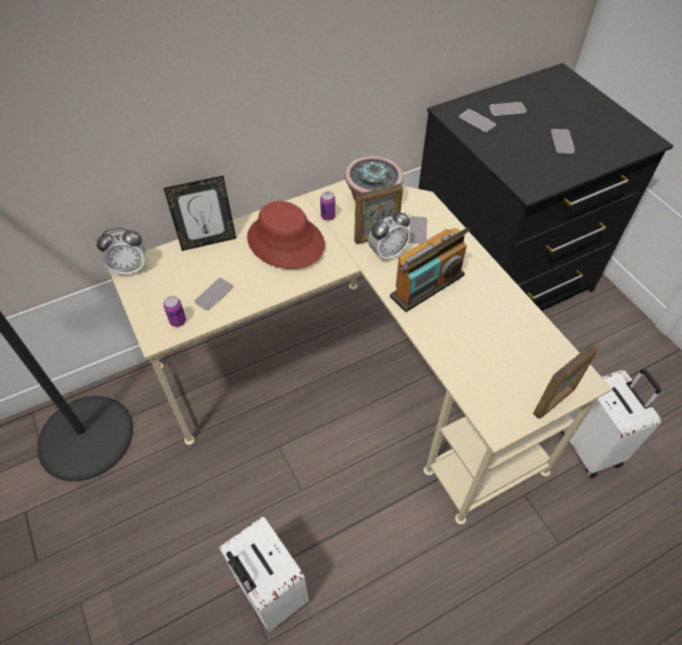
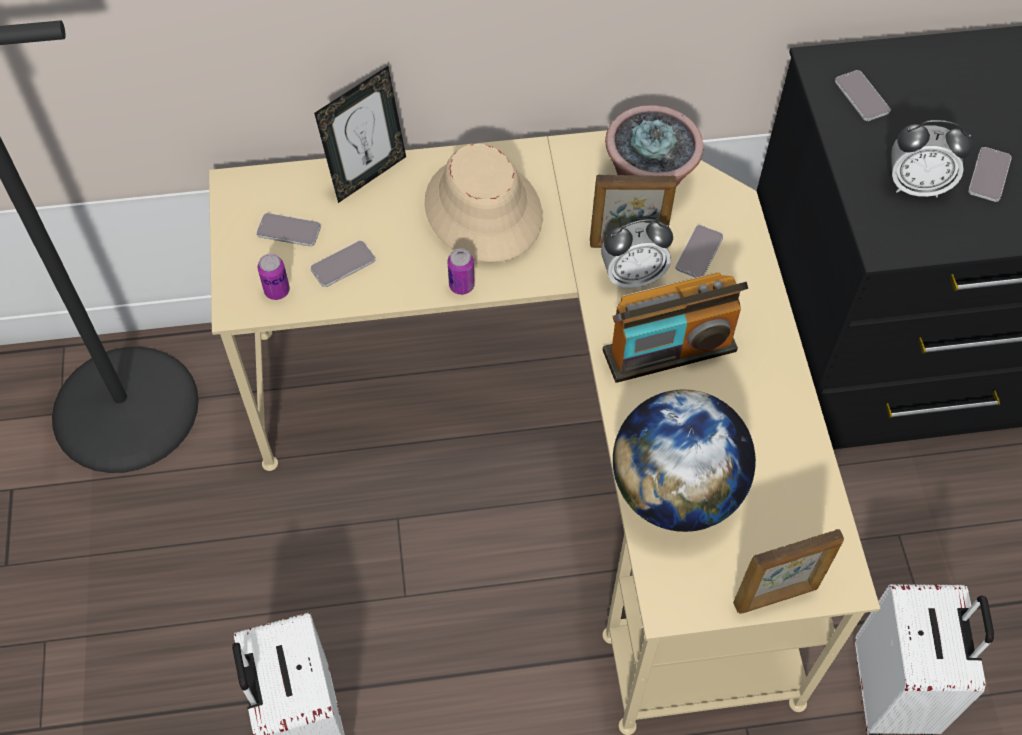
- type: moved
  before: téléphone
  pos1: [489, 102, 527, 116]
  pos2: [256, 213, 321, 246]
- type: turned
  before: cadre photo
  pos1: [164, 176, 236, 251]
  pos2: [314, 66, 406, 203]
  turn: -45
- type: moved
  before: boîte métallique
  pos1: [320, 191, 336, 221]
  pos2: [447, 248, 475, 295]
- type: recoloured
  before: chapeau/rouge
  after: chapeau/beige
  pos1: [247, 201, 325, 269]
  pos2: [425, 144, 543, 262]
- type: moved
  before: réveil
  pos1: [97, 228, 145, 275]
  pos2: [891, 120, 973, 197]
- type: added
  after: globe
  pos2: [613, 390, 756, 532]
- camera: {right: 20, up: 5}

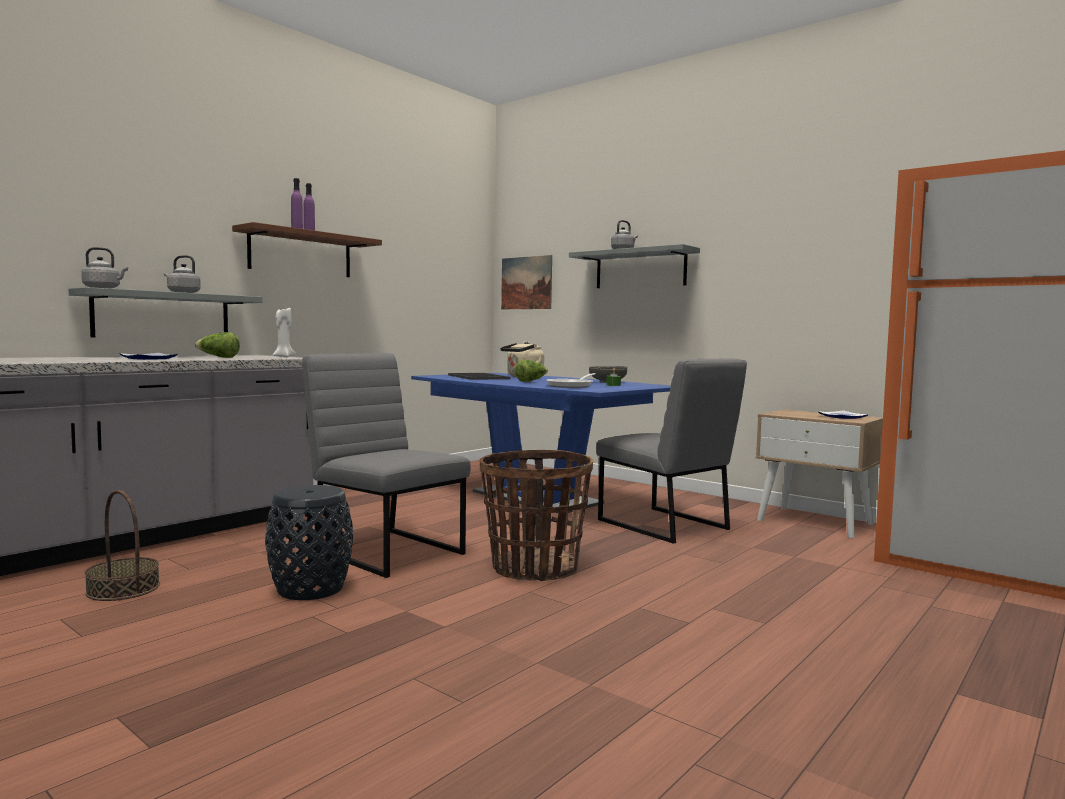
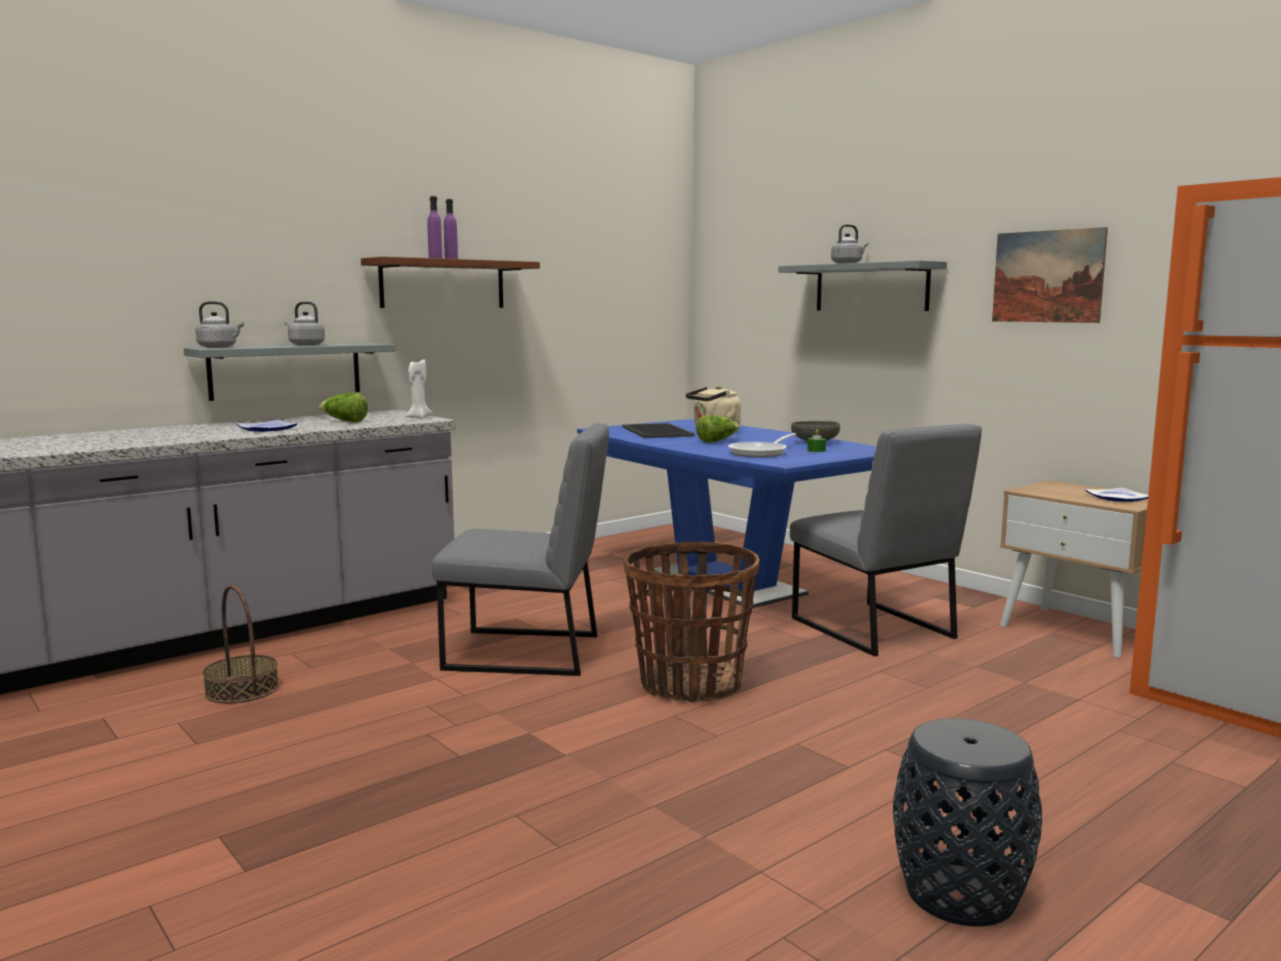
- type: moved
  before: tableau
  pos1: [501, 255, 552, 309]
  pos2: [992, 227, 1108, 323]
- type: turned
  before: chaise/gris
  pos1: [302, 353, 471, 578]
  pos2: [432, 423, 609, 676]
  turn: 135
- type: moved
  before: tabouret/noir
  pos1: [265, 485, 353, 600]
  pos2: [893, 718, 1042, 926]
- camera: {right: 10, up: 5}

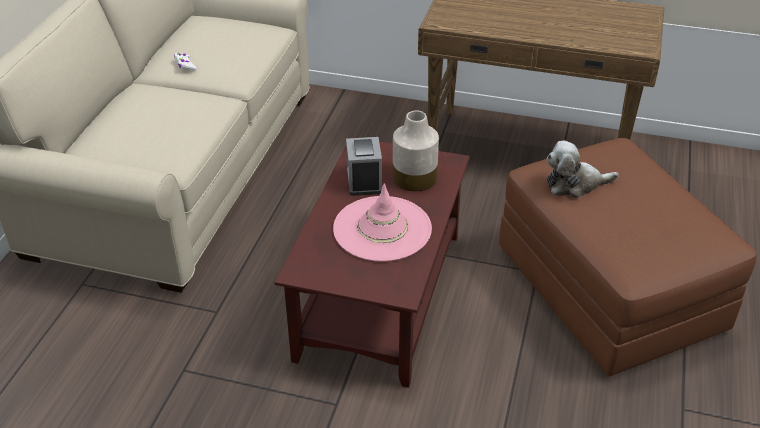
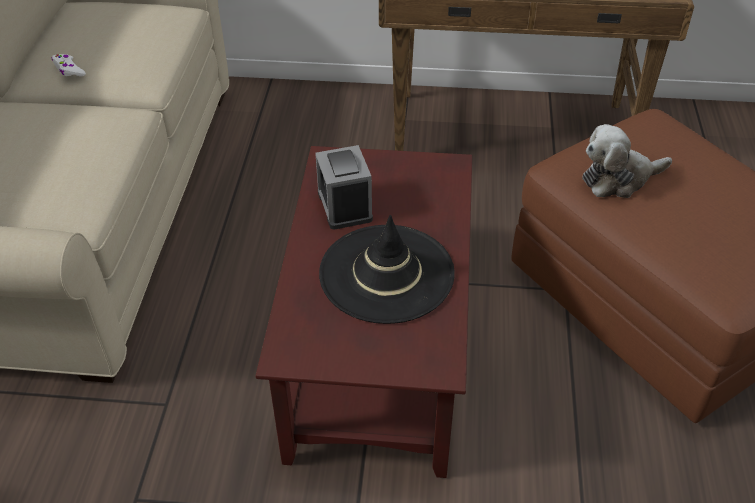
- type: removed
  before: vase/beige
  pos1: [393, 111, 439, 191]
- type: recoloured
  before: chapeau/rose
  after: chapeau/noir
  pos1: [333, 183, 432, 262]
  pos2: [319, 215, 455, 324]
- camera: {right: -10, up: 5}

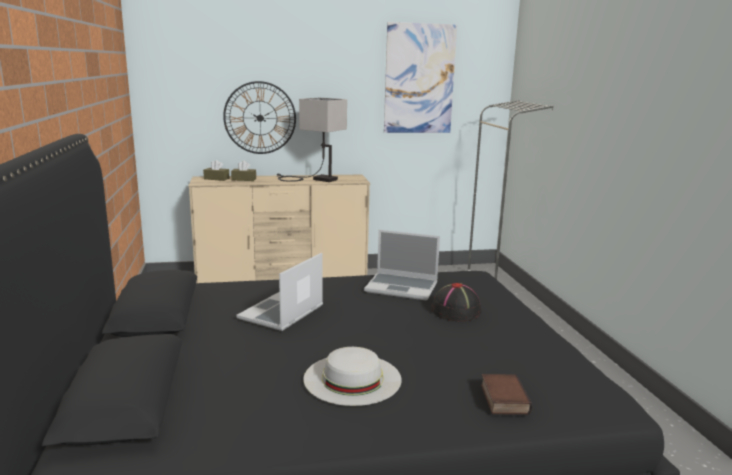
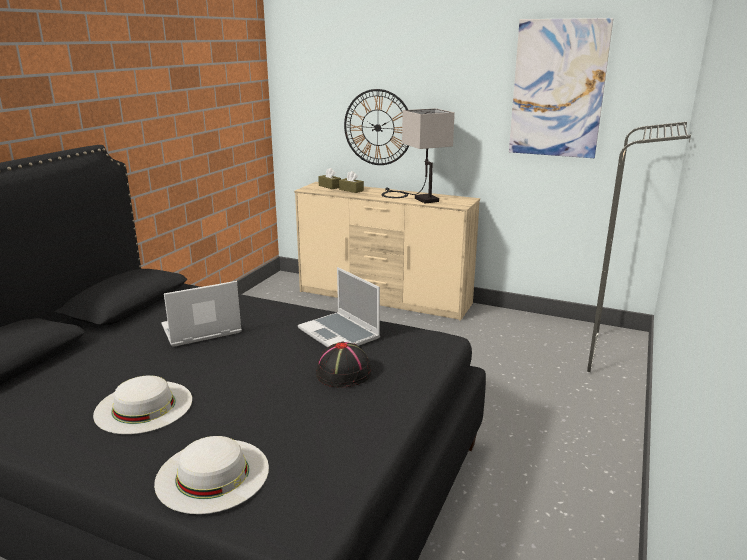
- type: replaced
  before: livre
  after: chapeau/blanc
  pos1: [481, 374, 533, 415]
  pos2: [154, 436, 269, 514]
- camera: {right: 35, up: 5}

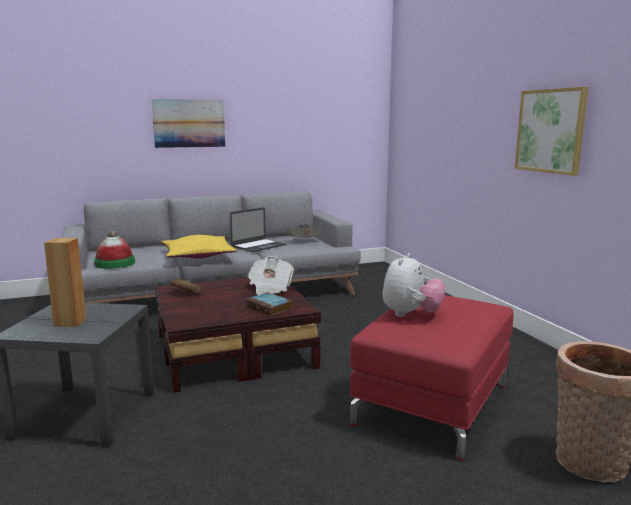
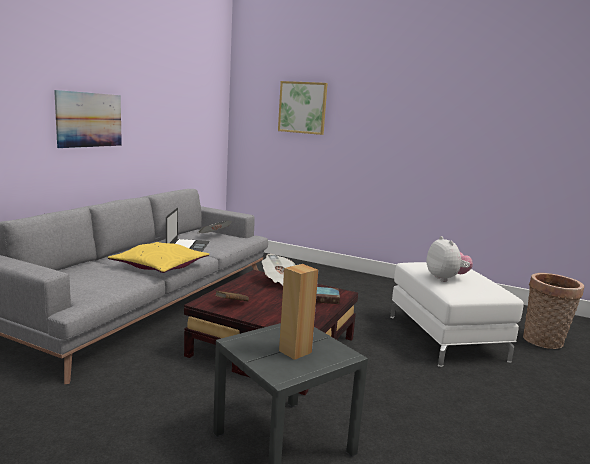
- type: moved
  before: tableau
  pos1: [515, 87, 588, 176]
  pos2: [278, 81, 328, 135]
- type: removed
  before: chapeau
  pos1: [94, 230, 135, 269]
- type: recoloured
  before: pouf/rouge
  after: pouf/blanc
  pos1: [350, 295, 514, 461]
  pos2: [390, 262, 524, 367]
- camera: {right: -45, up: 0}

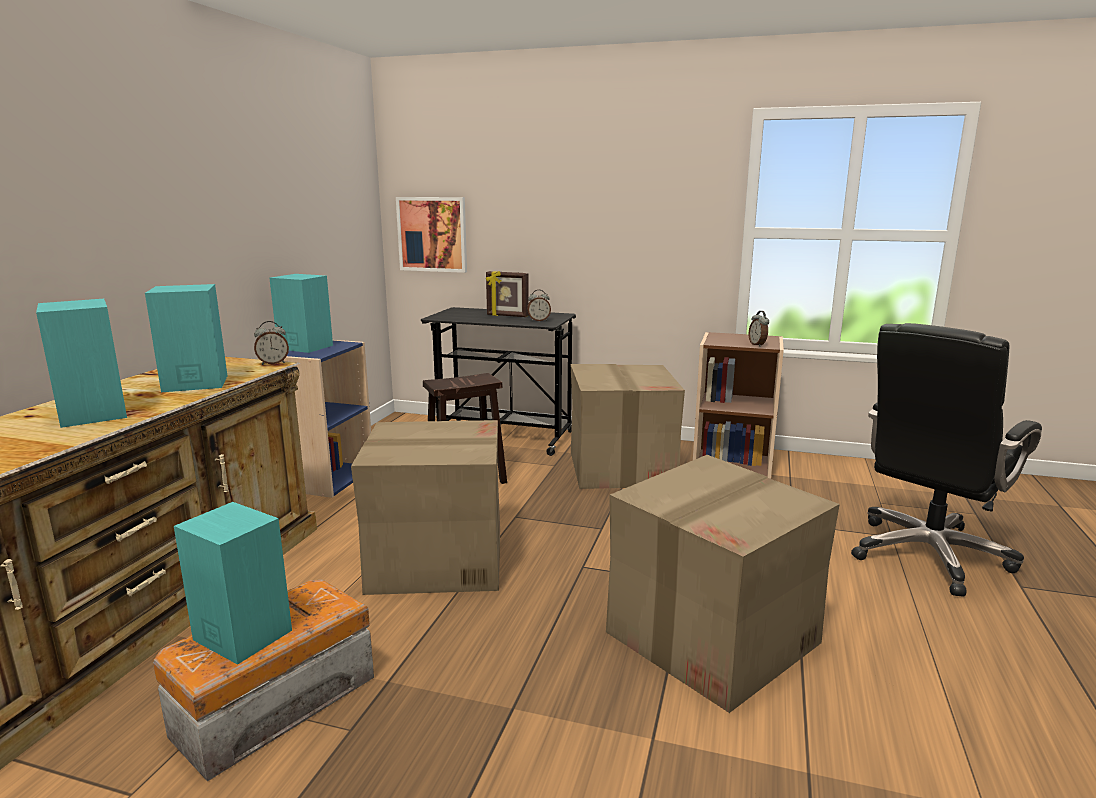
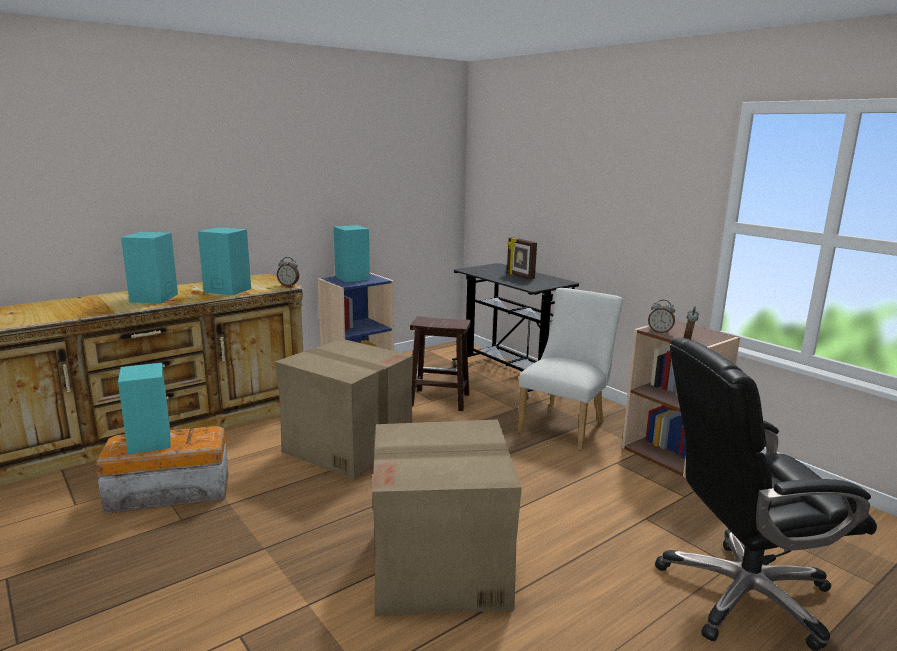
- type: removed
  before: tableau
  pos1: [396, 197, 467, 273]
- type: moved
  before: réveil
  pos1: [527, 290, 551, 321]
  pos2: [648, 300, 675, 334]
- type: replaced
  before: carton
  after: chaise/blanc
  pos1: [570, 364, 685, 489]
  pos2: [518, 288, 623, 451]
- camera: {right: 35, up: 0}

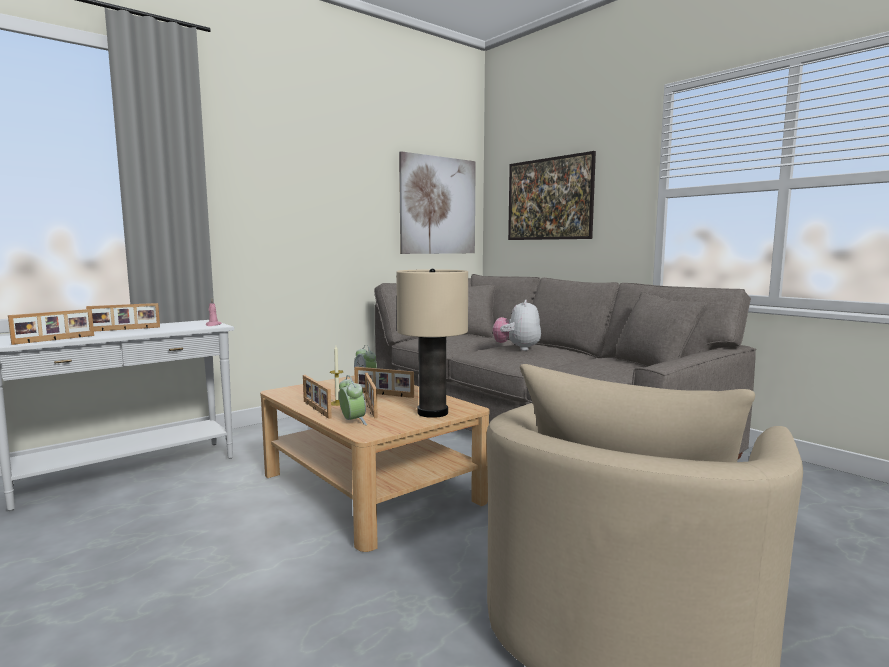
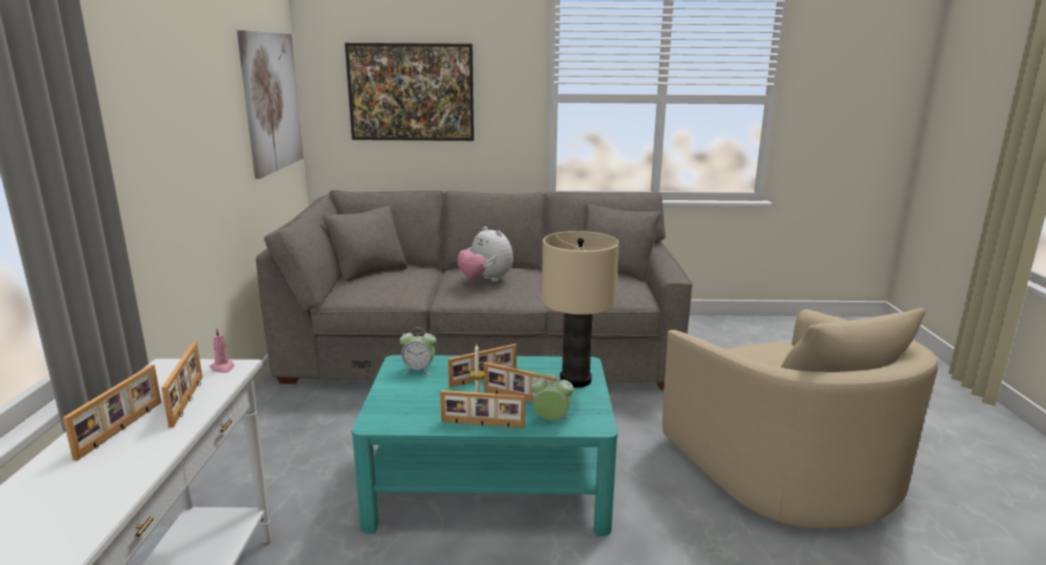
- type: moved
  before: cadre photo
  pos1: [8, 309, 94, 345]
  pos2: [161, 342, 203, 428]
- type: recoloured
  before: table basse/beige
  after: table basse/turquoise
  pos1: [260, 375, 489, 552]
  pos2: [351, 355, 618, 536]
- camera: {right: -50, up: 10}

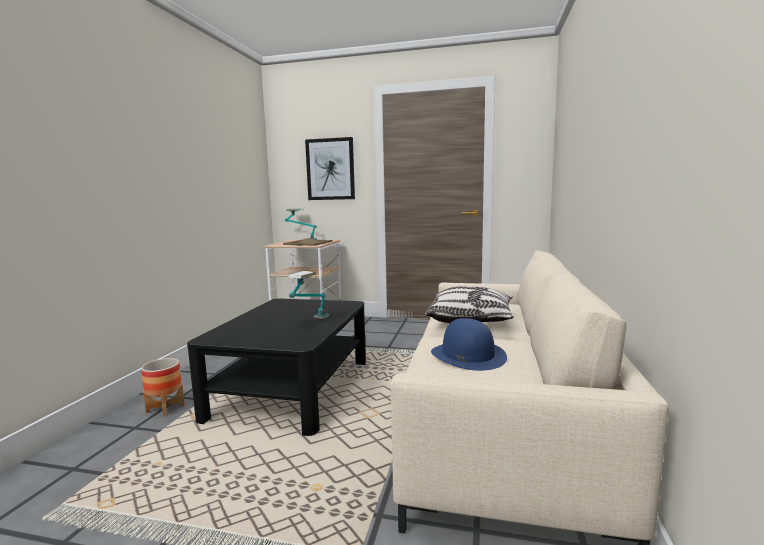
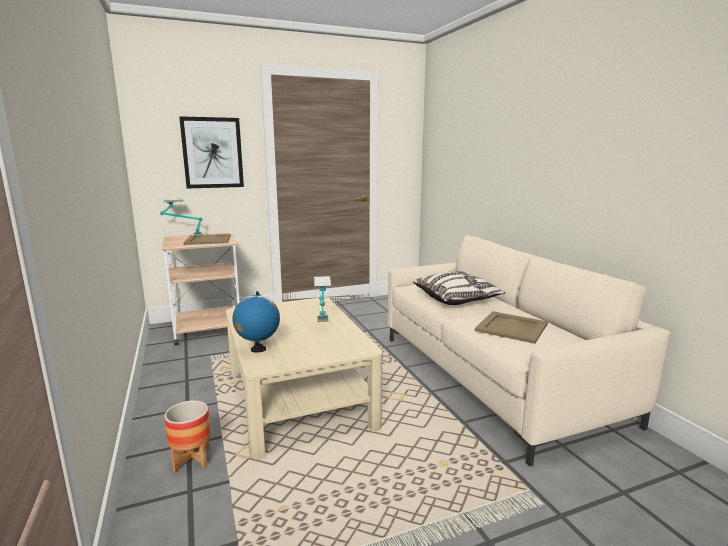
- type: recoloured
  before: table basse/noir
  after: table basse/beige
  pos1: [187, 298, 366, 436]
  pos2: [226, 297, 383, 460]
- type: replaced
  before: chapeau/bleu
  after: plateau/beige
  pos1: [431, 318, 507, 371]
  pos2: [475, 311, 548, 344]
- type: added
  after: globe
  pos2: [232, 291, 280, 353]
- camera: {right: -35, up: 5}

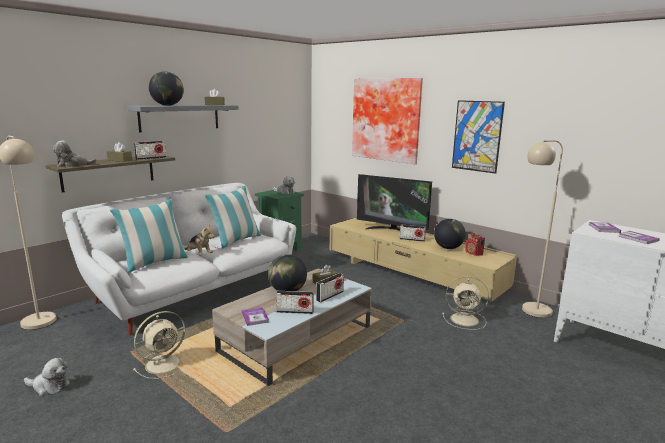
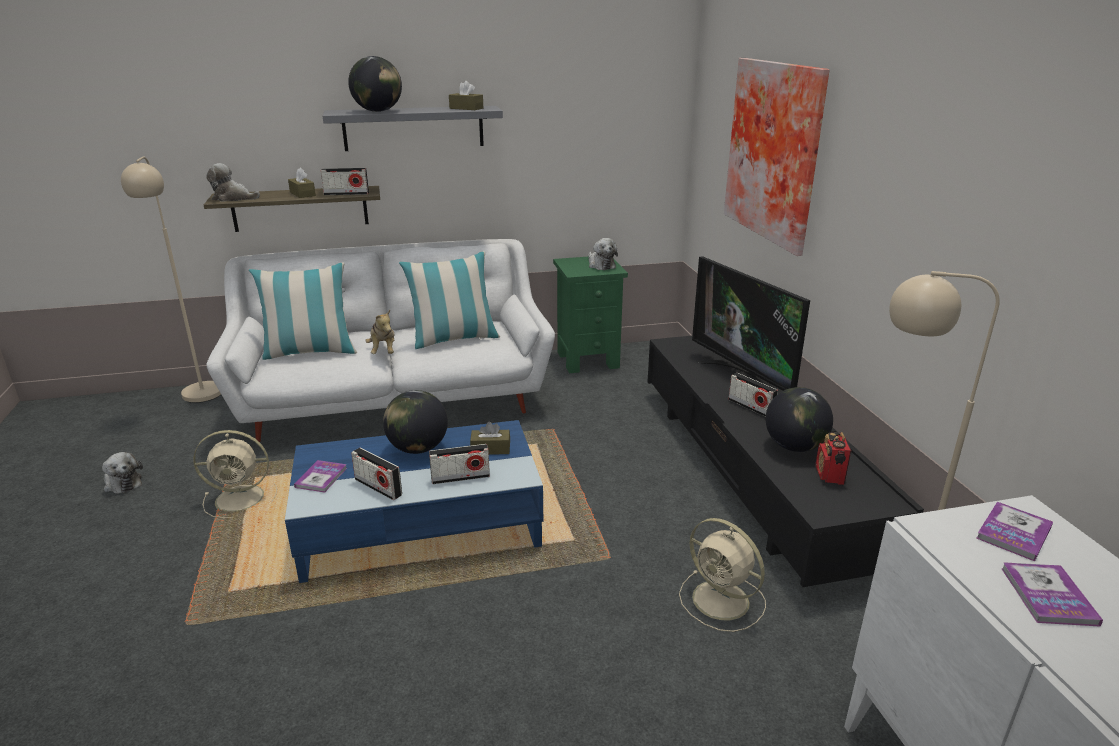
- type: removed
  before: tableau
  pos1: [452, 100, 505, 174]
- type: recoloured
  before: meuble télé/beige
  after: meuble télé/noir
  pos1: [330, 217, 517, 302]
  pos2: [648, 336, 924, 587]
- type: recoloured
  before: table basse/beige
  after: table basse/bleu
  pos1: [212, 268, 372, 386]
  pos2: [285, 420, 543, 583]
- camera: {right: 35, up: 10}

